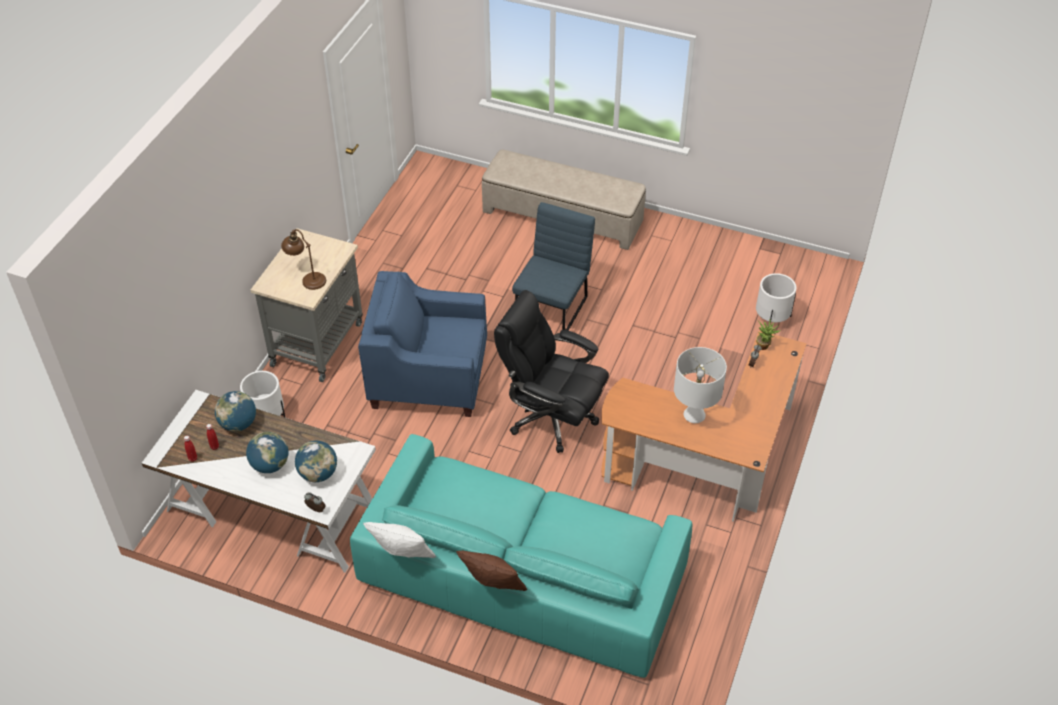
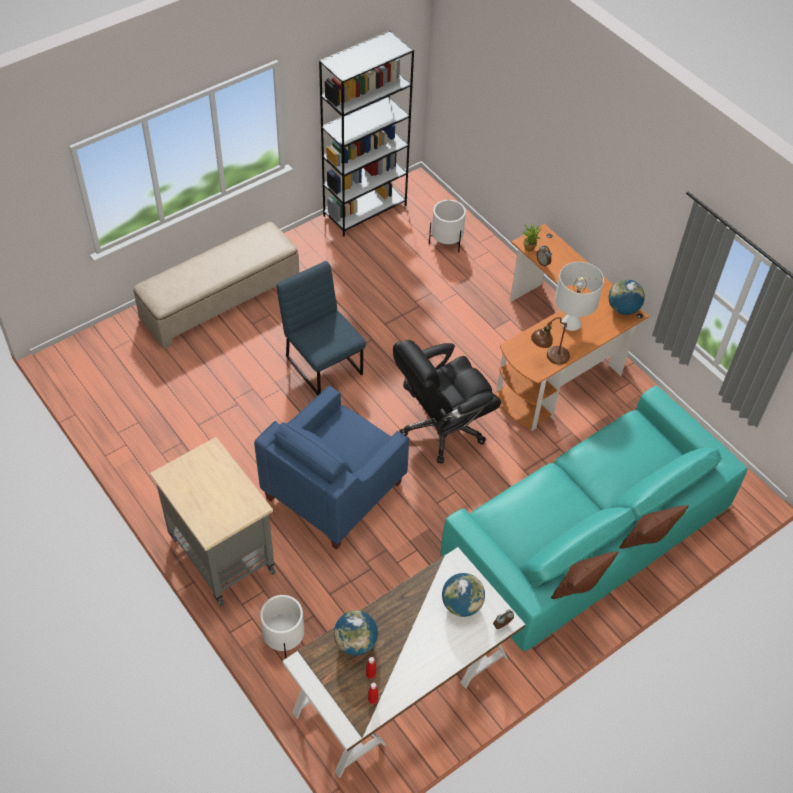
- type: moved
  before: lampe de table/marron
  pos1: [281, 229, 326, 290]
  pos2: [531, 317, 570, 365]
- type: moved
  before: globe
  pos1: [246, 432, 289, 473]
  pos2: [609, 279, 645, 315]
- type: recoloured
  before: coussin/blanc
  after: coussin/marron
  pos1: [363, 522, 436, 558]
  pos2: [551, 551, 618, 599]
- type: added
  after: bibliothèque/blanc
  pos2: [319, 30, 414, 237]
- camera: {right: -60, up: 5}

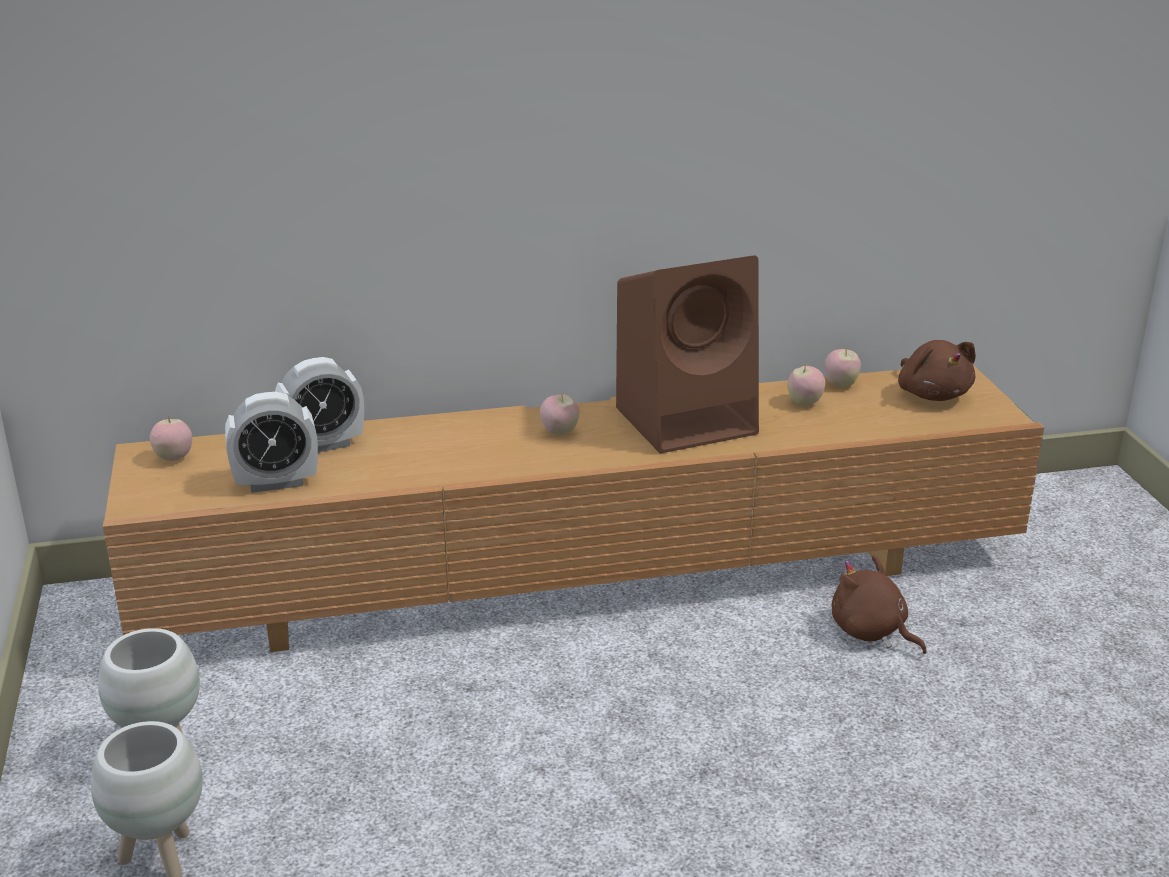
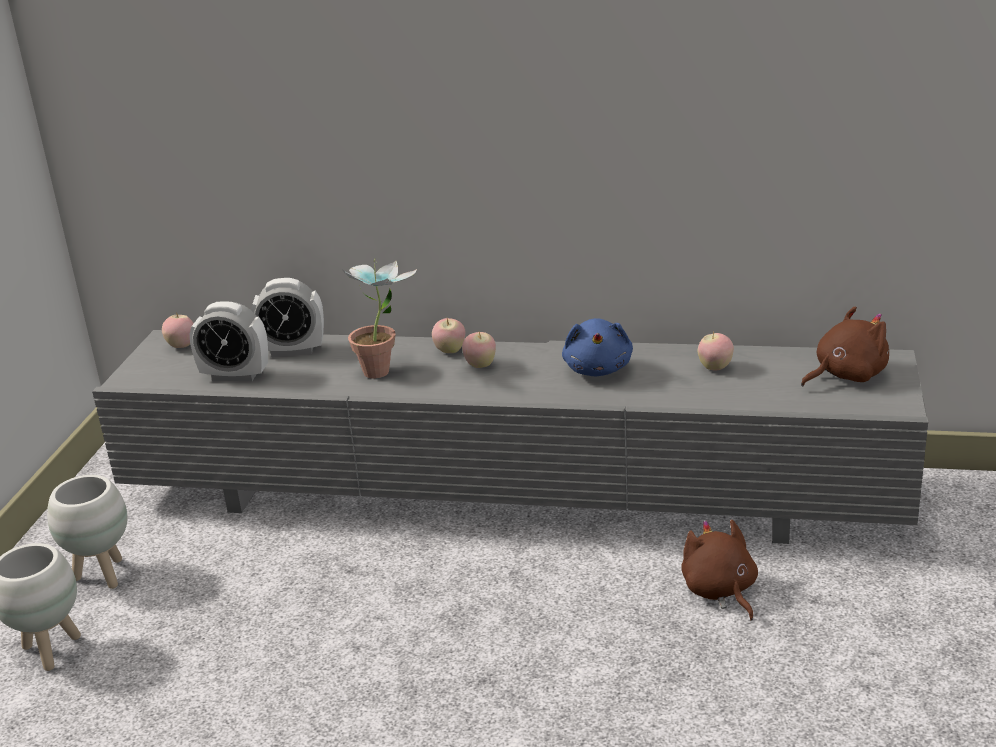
- type: replaced
  before: enceinte/marron
  after: peluche/bleu
  pos1: [616, 255, 759, 453]
  pos2: [562, 318, 633, 376]
- type: turned
  before: peluche/marron
  pos1: [898, 340, 976, 401]
  pos2: [801, 306, 889, 386]
  turn: -120
- type: moved
  before: pomme
  pos1: [824, 349, 861, 387]
  pos2: [432, 318, 465, 353]
- type: recoloured
  before: meuble télé/marron
  after: meuble télé/gris
  pos1: [103, 365, 1044, 652]
  pos2: [92, 330, 928, 544]
- type: added
  after: plante en pot
  pos2: [344, 258, 417, 379]
- camera: {right: 25, up: 0}

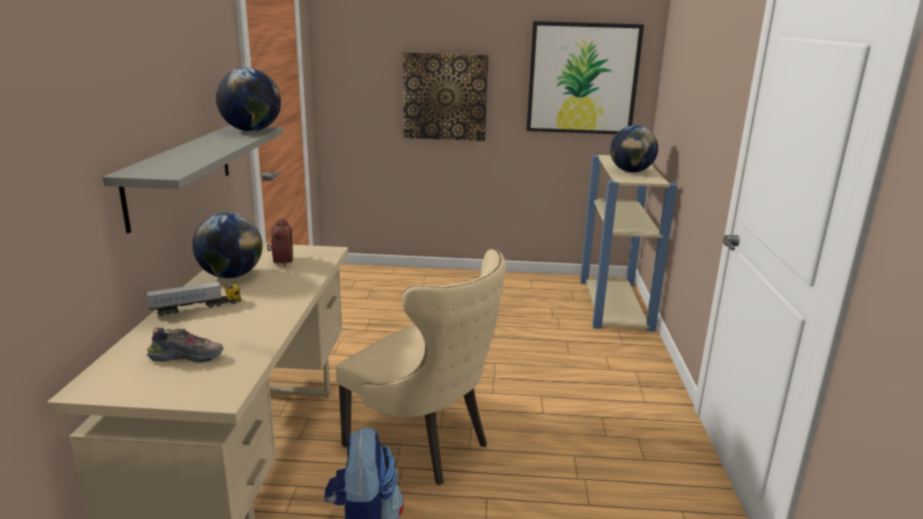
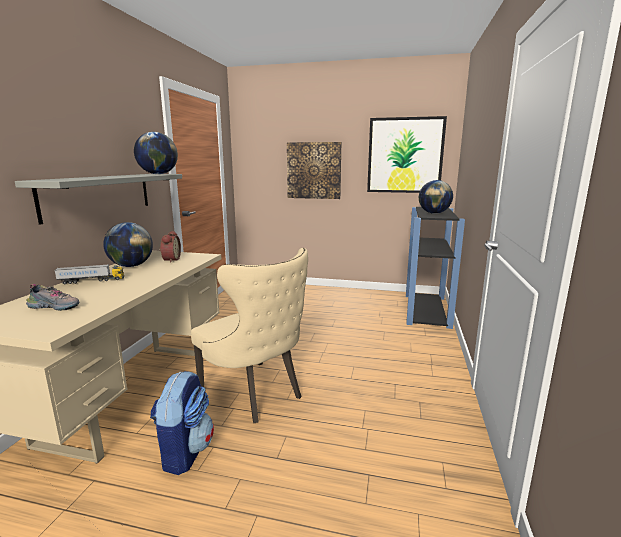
- type: recoloured
  before: bibliothèque/beige
  after: bibliothèque/noir
  pos1: [580, 155, 677, 332]
  pos2: [406, 207, 465, 329]
- camera: {right: 10, up: -5}

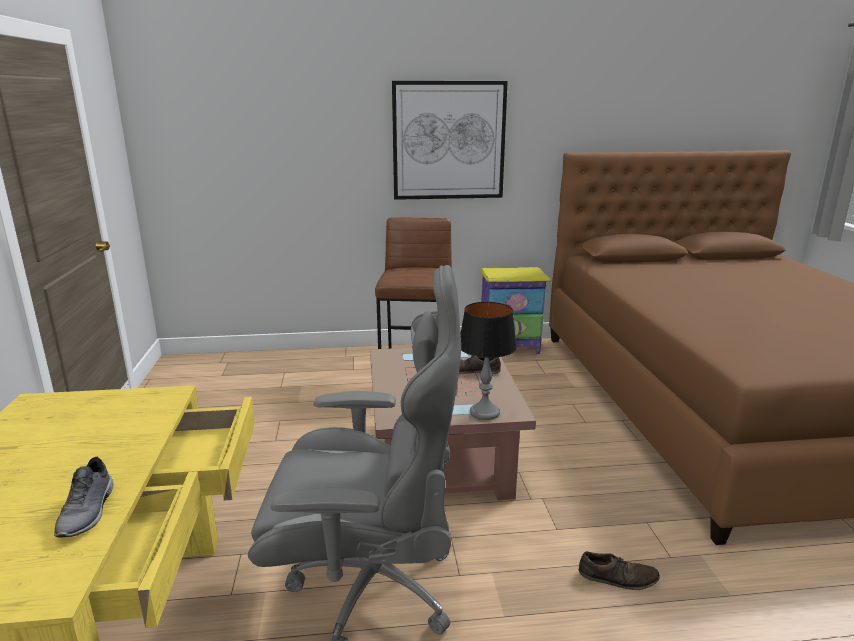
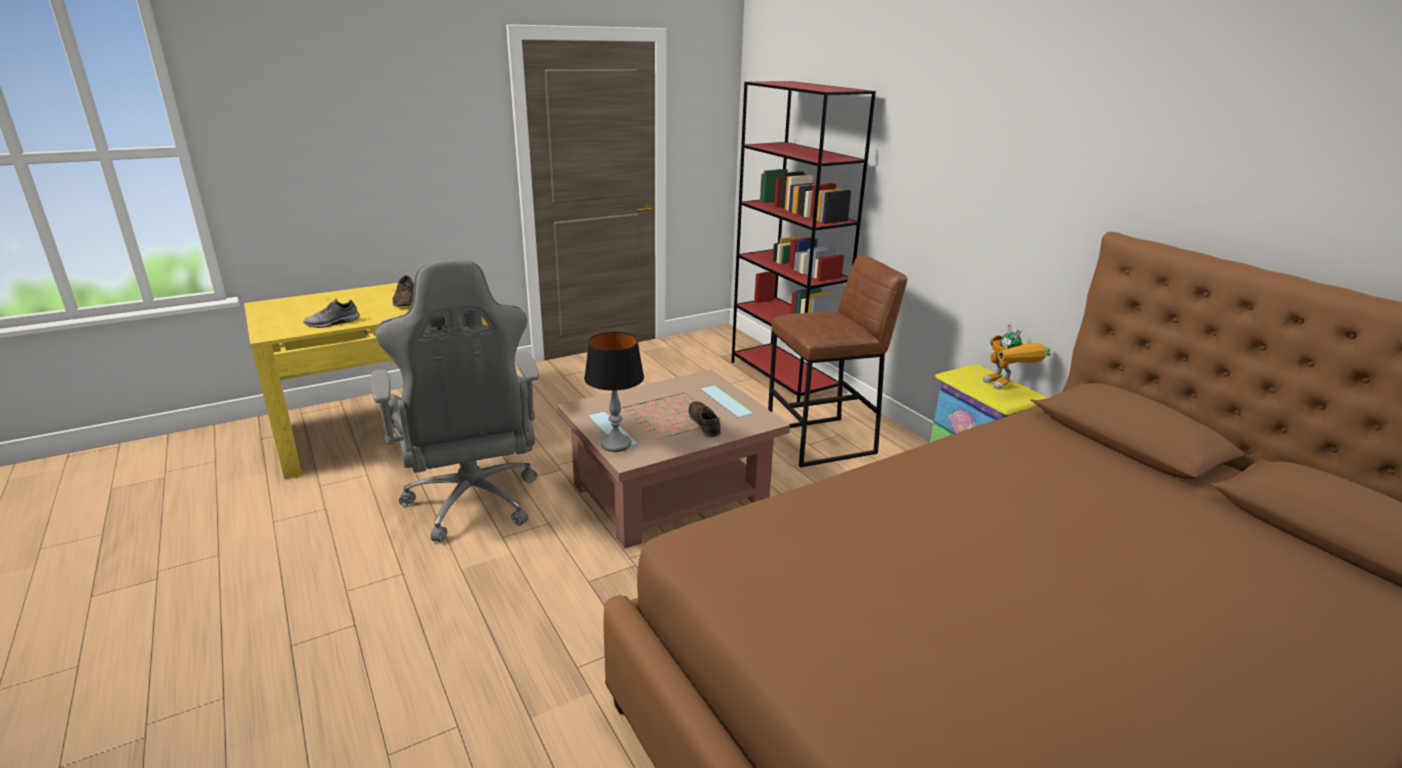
- type: removed
  before: tableau
  pos1: [392, 81, 508, 200]
- type: moved
  before: chaussure/marron
  pos1: [579, 551, 660, 590]
  pos2: [393, 276, 414, 306]
- type: added
  after: bibliothèque/rouge
  pos2: [732, 81, 876, 402]
- type: added
  after: robot jouet
  pos2: [983, 324, 1051, 390]
- camera: {right: 65, up: 5}

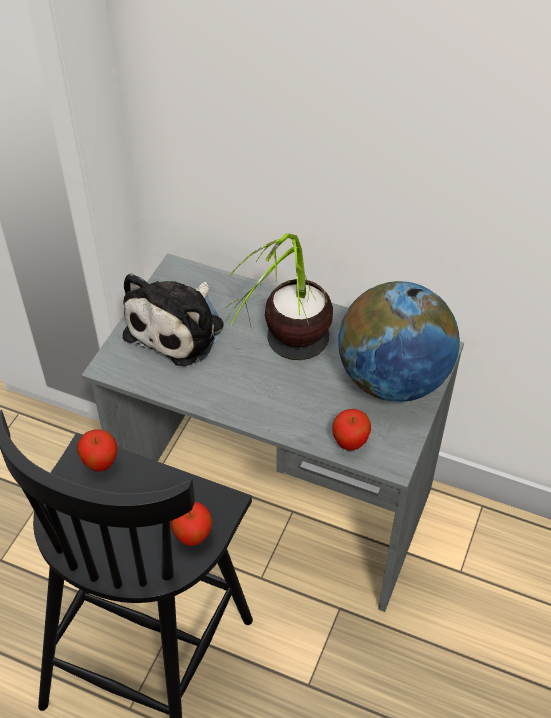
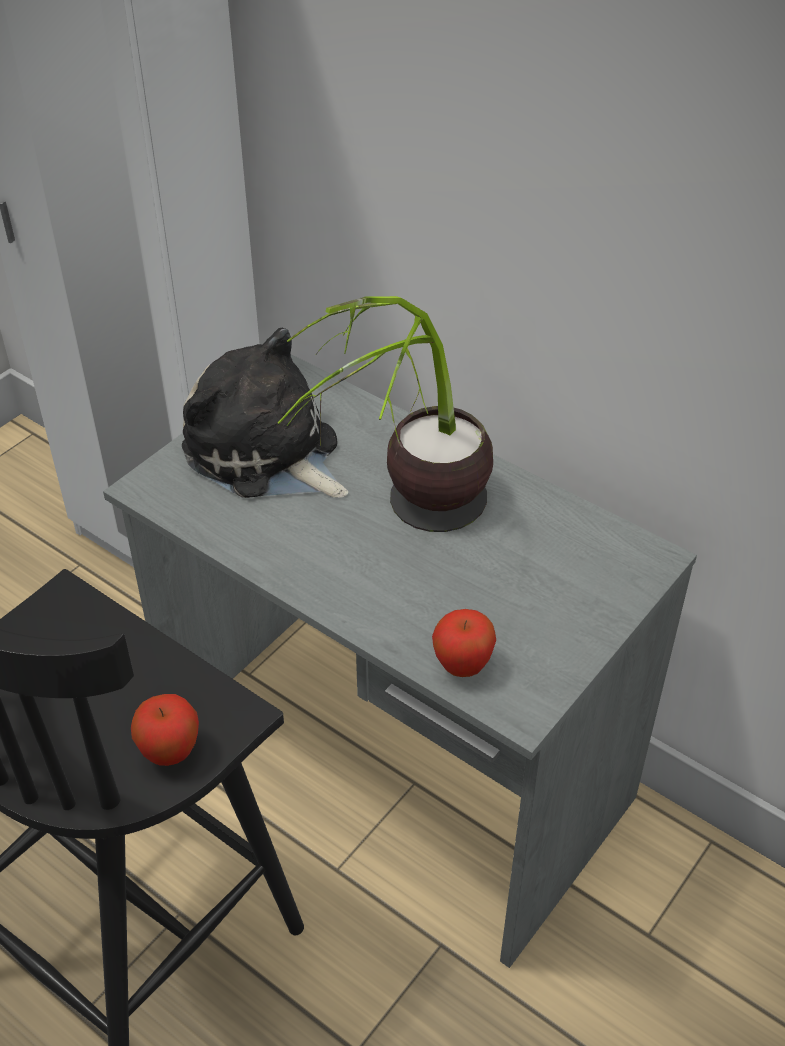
- type: turned
  before: peluche
  pos1: [123, 273, 224, 366]
  pos2: [182, 328, 348, 498]
  turn: 90
- type: removed
  before: globe
  pos1: [338, 281, 460, 402]
- type: removed
  before: pomme
  pos1: [77, 430, 117, 472]
- camera: {right: 15, up: -5}

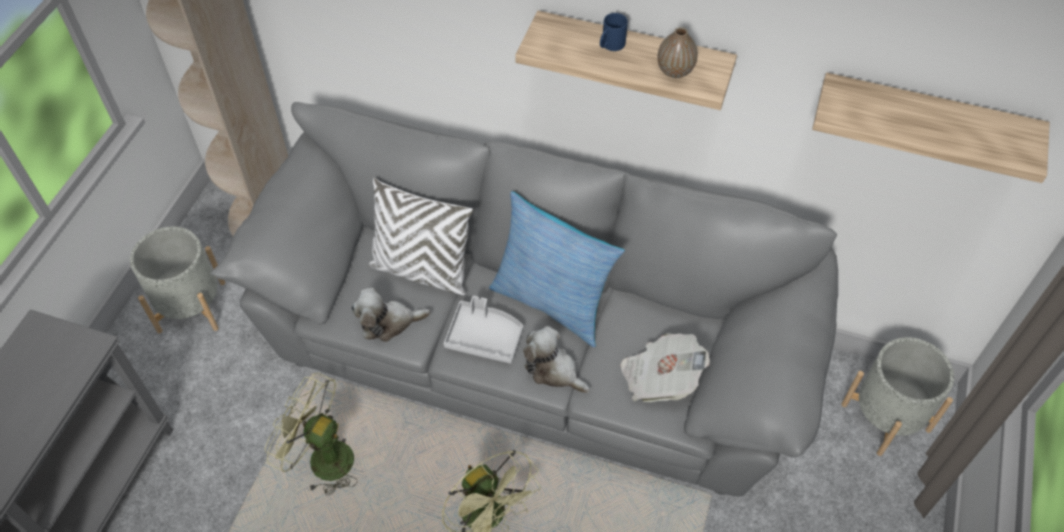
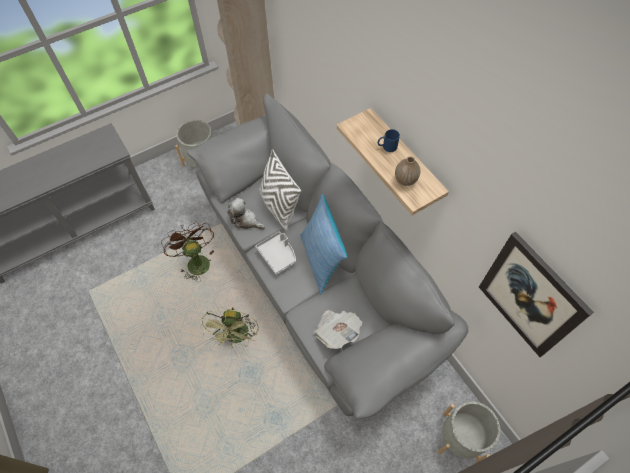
- type: replaced
  before: étagère
  after: tableau
  pos1: [812, 73, 1050, 183]
  pos2: [479, 231, 594, 357]
- type: removed
  before: peluche
  pos1: [523, 326, 590, 393]
- type: recoloured
  before: ventilateur/vert
  after: ventilateur/marron
  pos1: [265, 372, 358, 495]
  pos2: [161, 221, 214, 281]
- camera: {right: 40, up: 5}

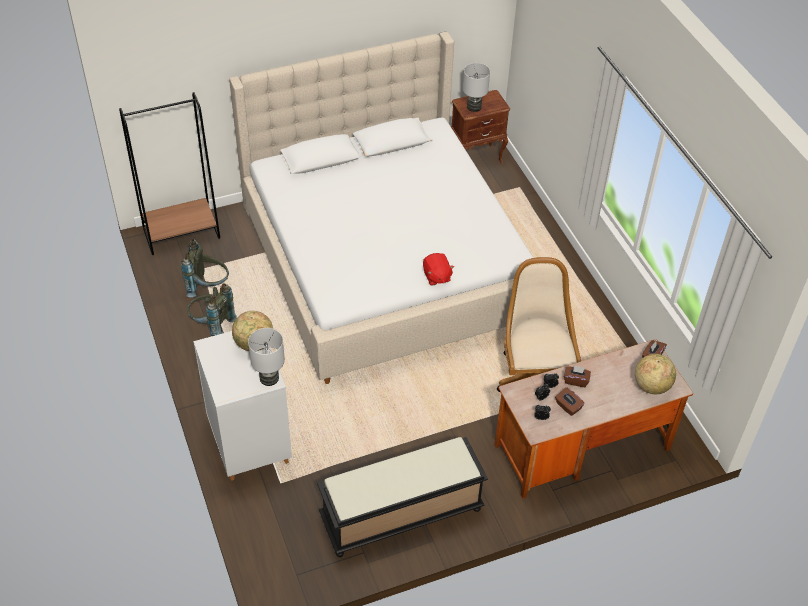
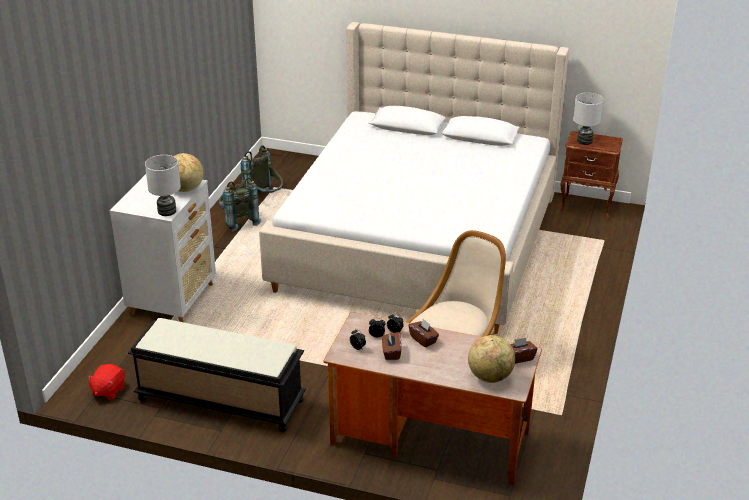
- type: removed
  before: portant
  pos1: [119, 92, 220, 255]
- type: moved
  before: peluche/rouge
  pos1: [423, 253, 454, 286]
  pos2: [87, 364, 125, 400]
- camera: {right: 40, up: -15}

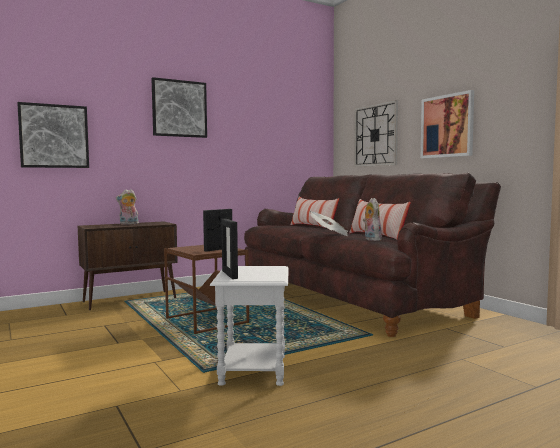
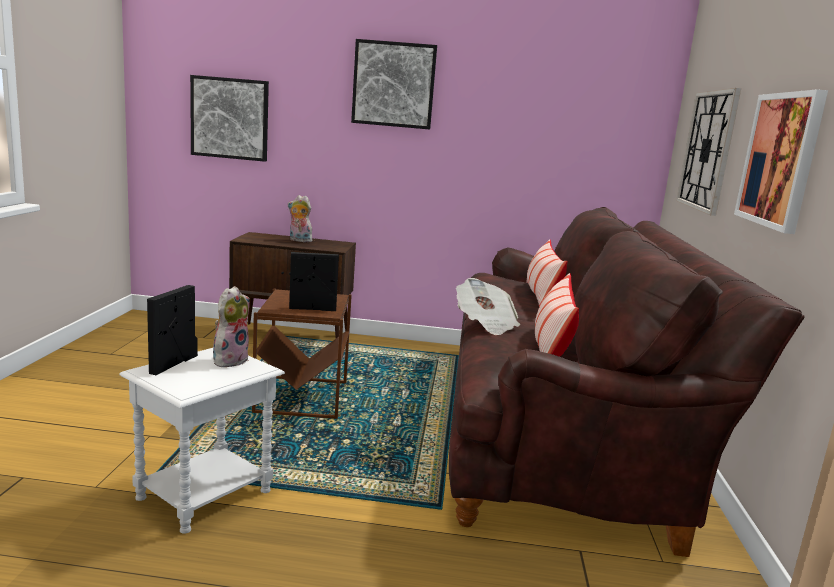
- type: moved
  before: peluche
  pos1: [363, 198, 382, 241]
  pos2: [213, 286, 250, 368]
- camera: {right: 35, up: 10}

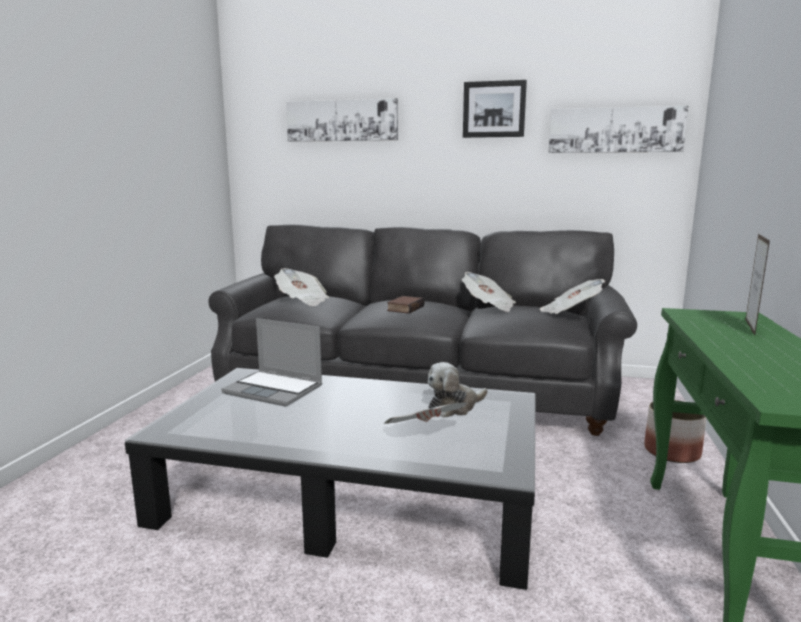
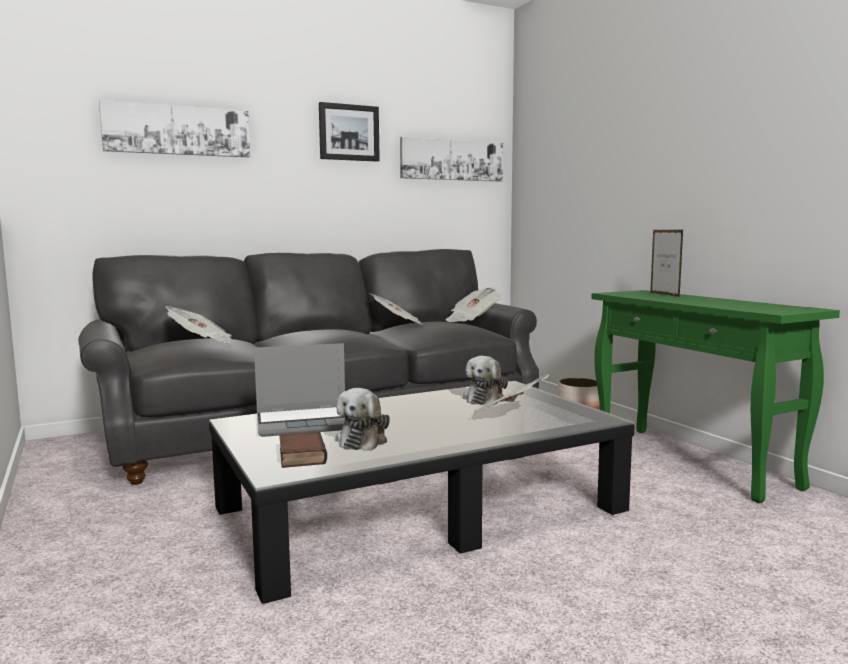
- type: moved
  before: livre
  pos1: [387, 296, 424, 314]
  pos2: [279, 432, 327, 468]
- type: added
  after: peluche
  pos2: [335, 388, 390, 450]
- camera: {right: -40, up: -5}

